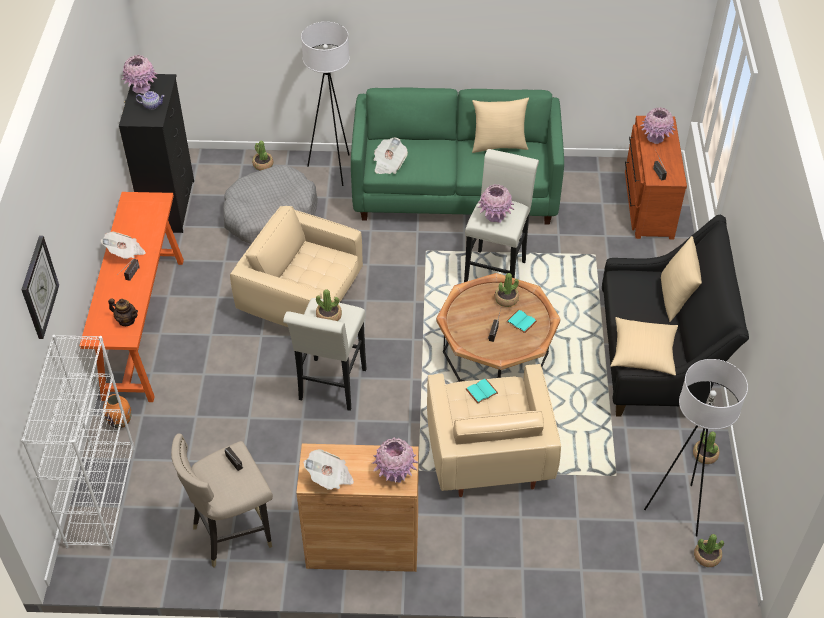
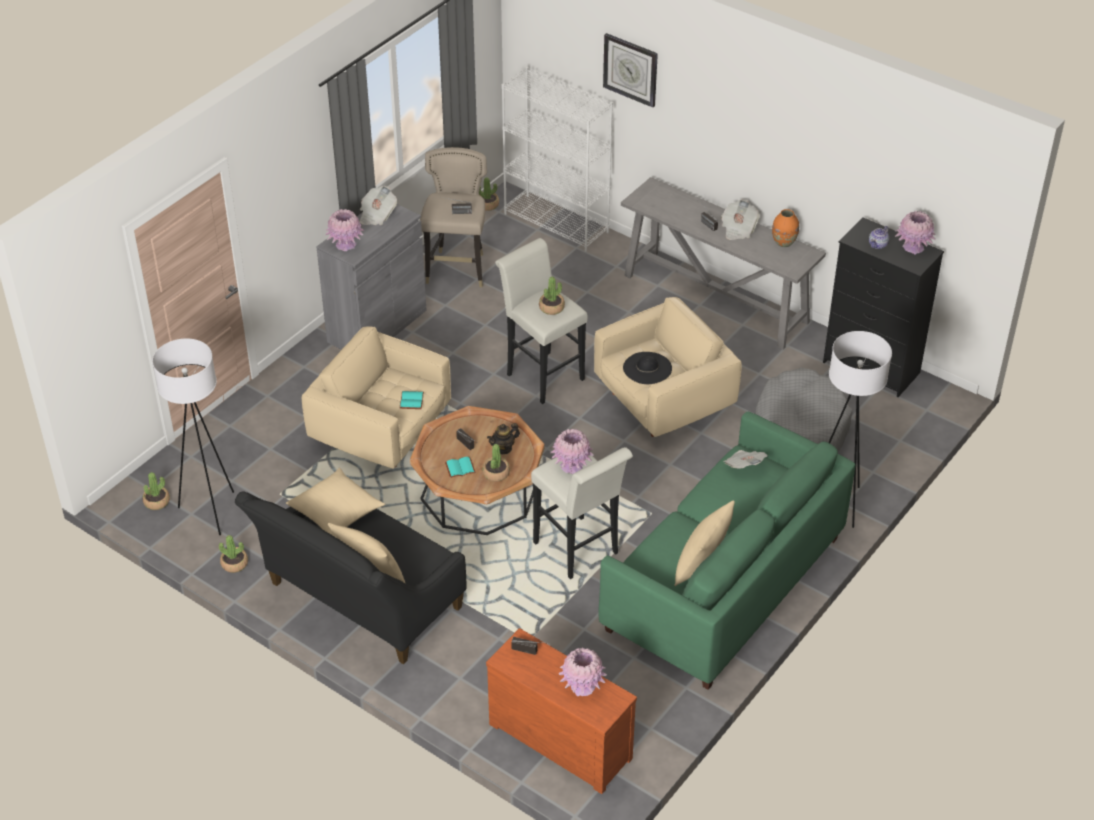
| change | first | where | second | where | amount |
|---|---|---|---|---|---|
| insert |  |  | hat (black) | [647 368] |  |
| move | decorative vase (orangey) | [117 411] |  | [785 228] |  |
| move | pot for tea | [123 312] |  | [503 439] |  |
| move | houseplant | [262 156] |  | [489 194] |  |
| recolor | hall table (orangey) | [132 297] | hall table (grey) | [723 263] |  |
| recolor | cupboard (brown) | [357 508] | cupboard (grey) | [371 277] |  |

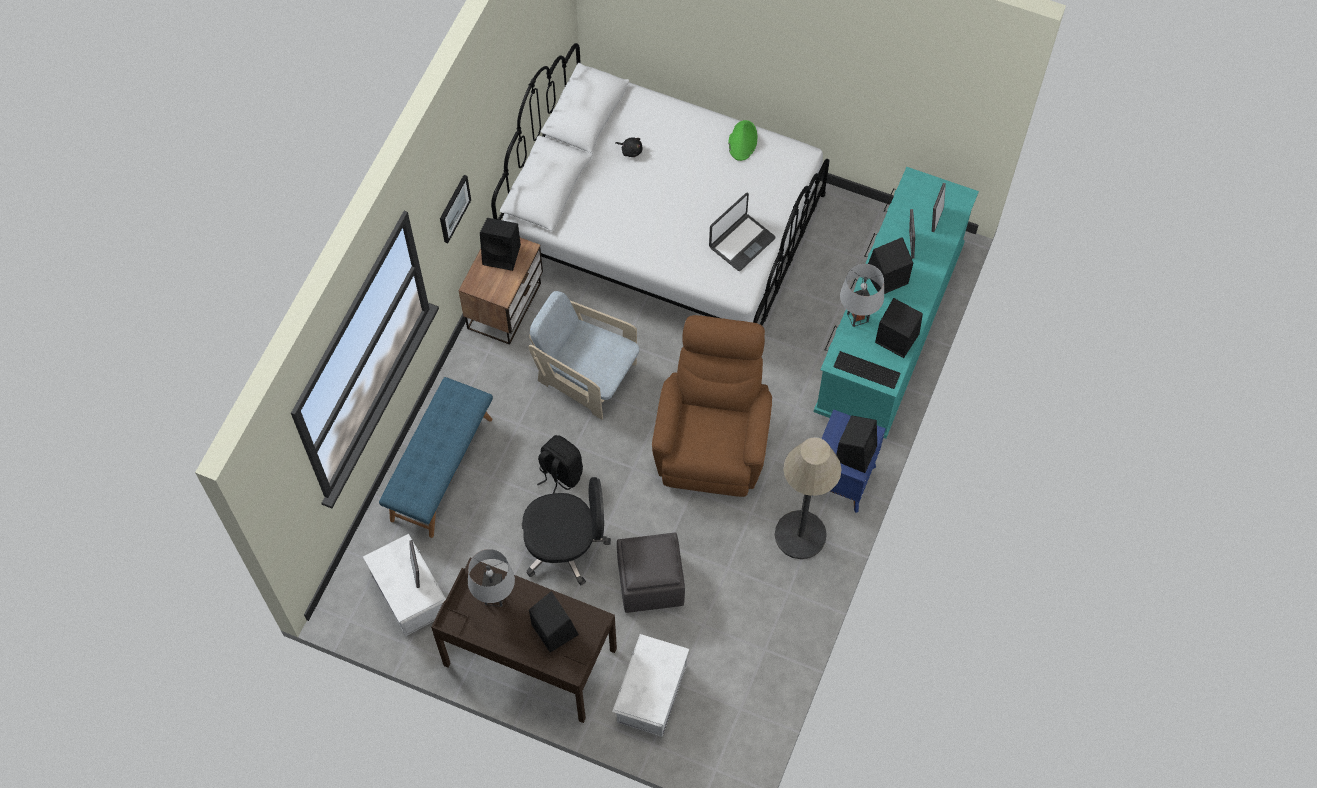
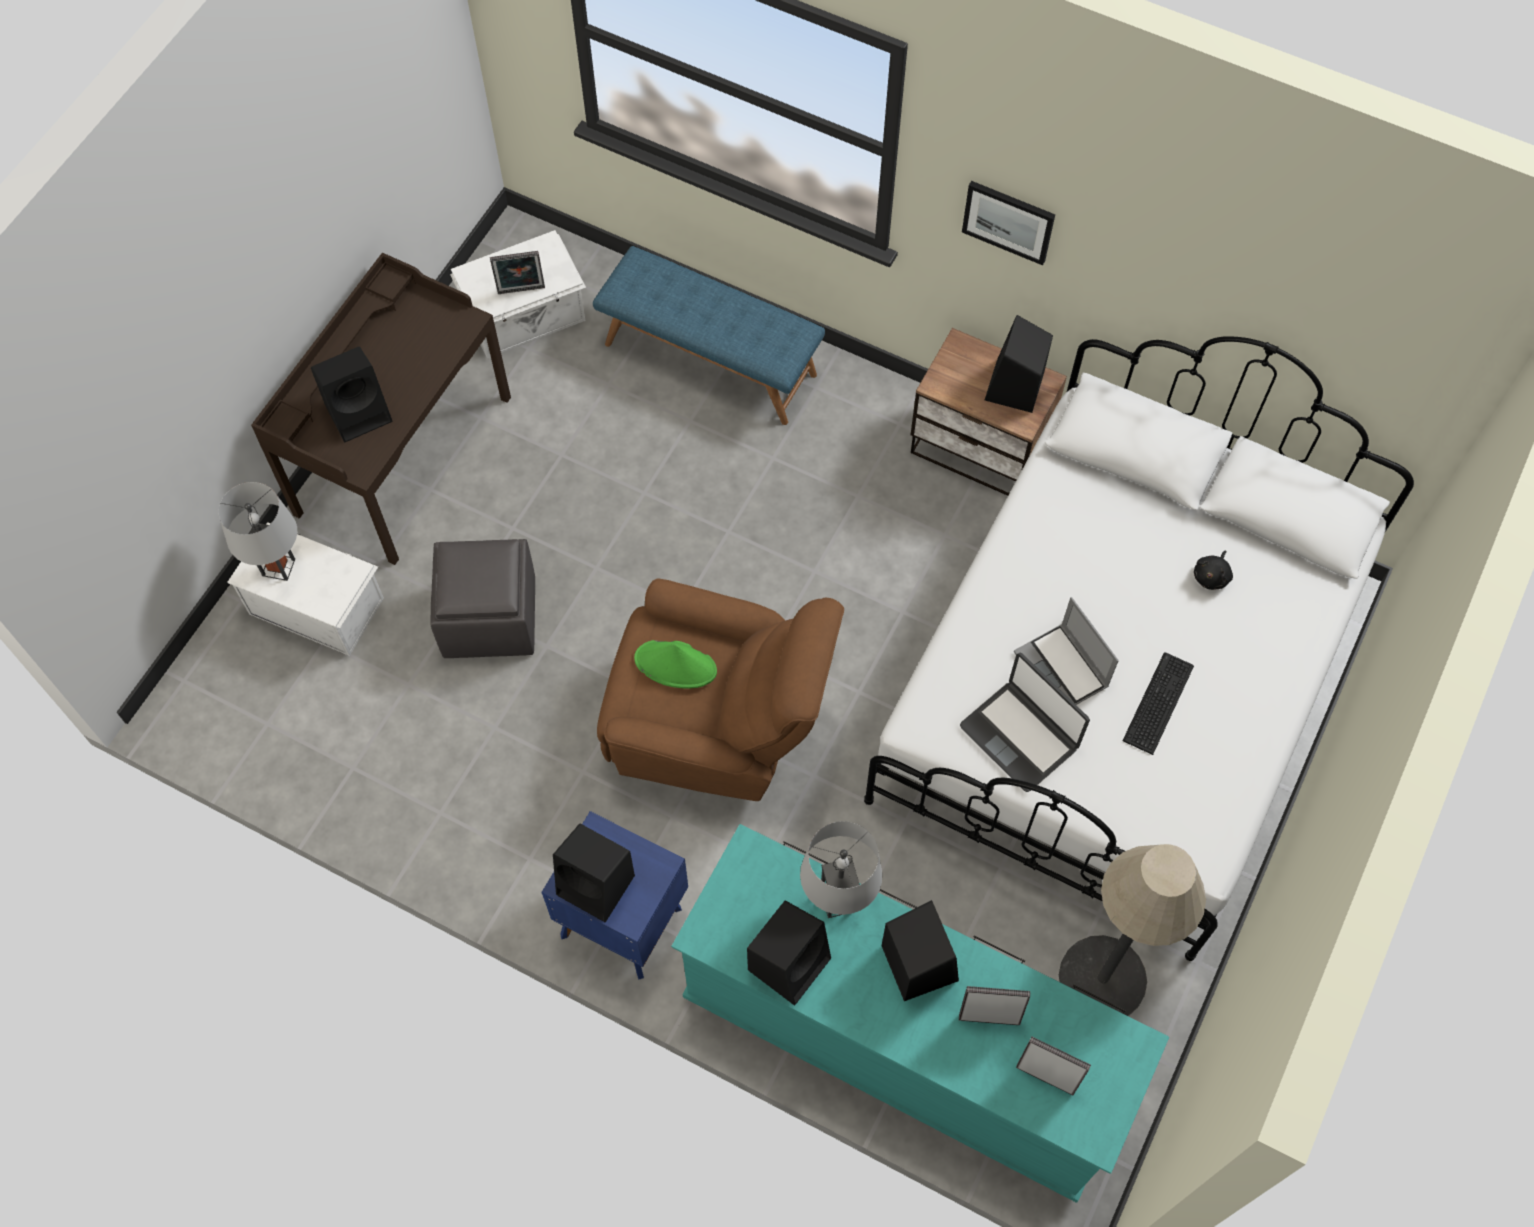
| change | first | where | second | where | amount |
|---|---|---|---|---|---|
| delete | desk chair (black) | [566 531] |  |  |  |
| delete | lounge chair (beige) | [583 355] |  |  |  |
| delete | rucksack (black) | [560 464] |  |  |  |
| insert |  |  | laptop | [1066 651] |  |
| move | tabletop lamp (grey) | [491 578] |  | [257 531] |  |
| move | hat (green-coloured) | [742 140] |  | [675 664] |  |
| move | floor lamp | [808 498] |  | [1132 930] |  |
| move | computer keyboard | [867 370] |  | [1158 703] |  |

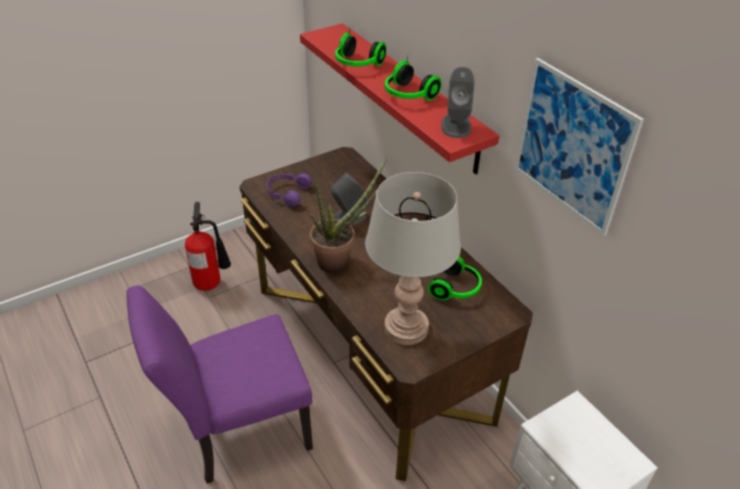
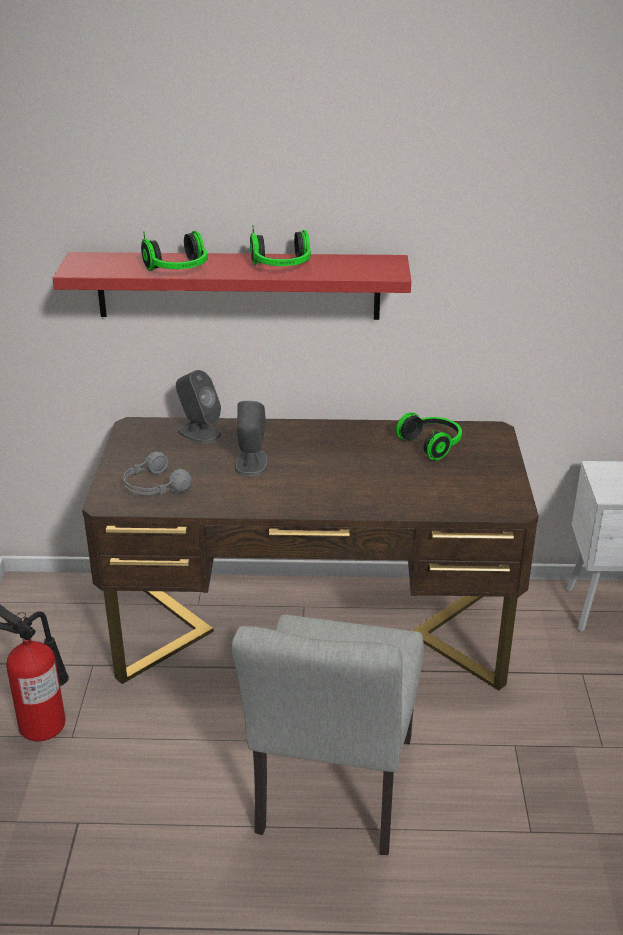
| change | first | where | second | where | amount |
|---|---|---|---|---|---|
| delete | houseplant | [348 215] |  |  |  |
| delete | tabletop lamp (grey) | [413 258] |  |  |  |
| delete | picture | [579 147] |  |  |  |
| move | speaker (grey) | [458 102] |  | [198 406] |  |
| recolor | upright chair (purple) | [219 384] | upright chair (grey) | [327 734] |  |
| recolor | headphones (purple) | [289 190] | headphones (grey) | [157 473] |  |

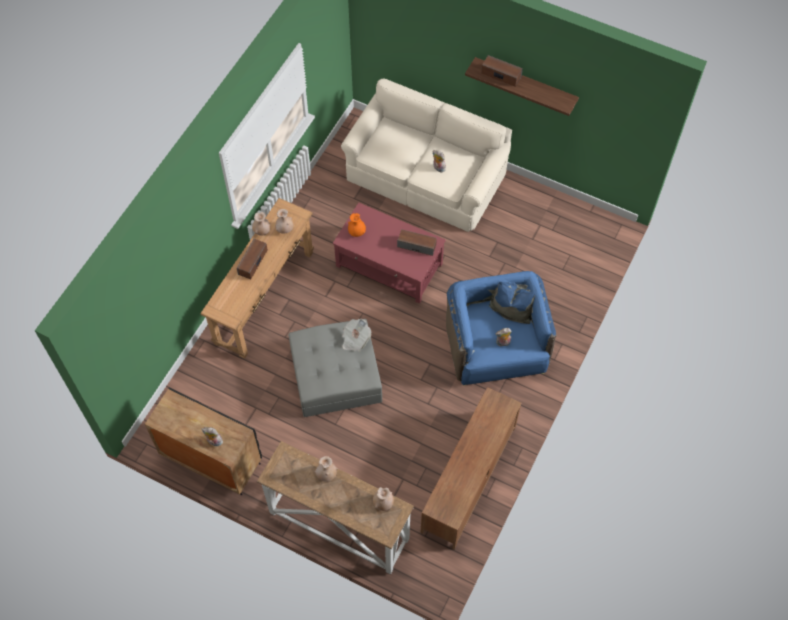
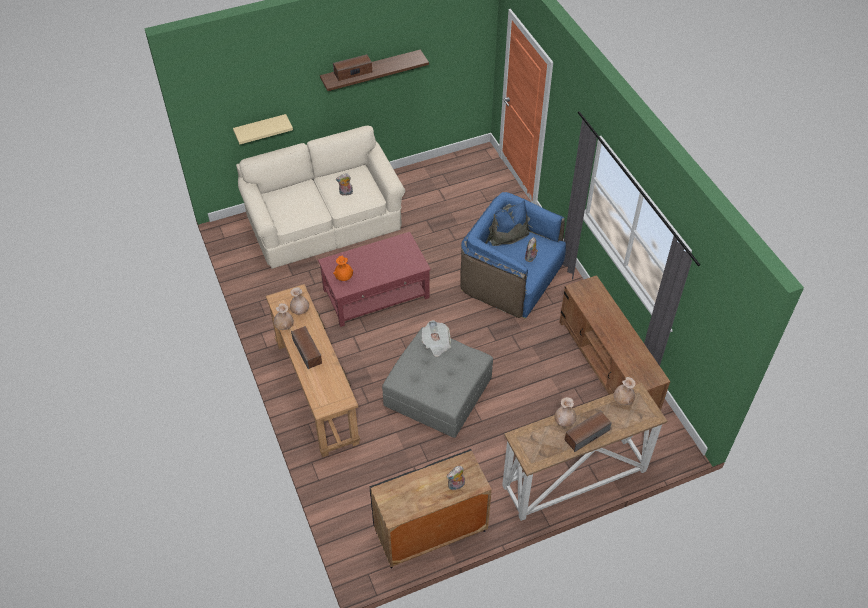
| change | first | where | second | where | amount |
|---|---|---|---|---|---|
| insert |  |  | shelf (beige) | [263 129] |  |
| move | speaker | [417 242] |  | [588 431] |  |

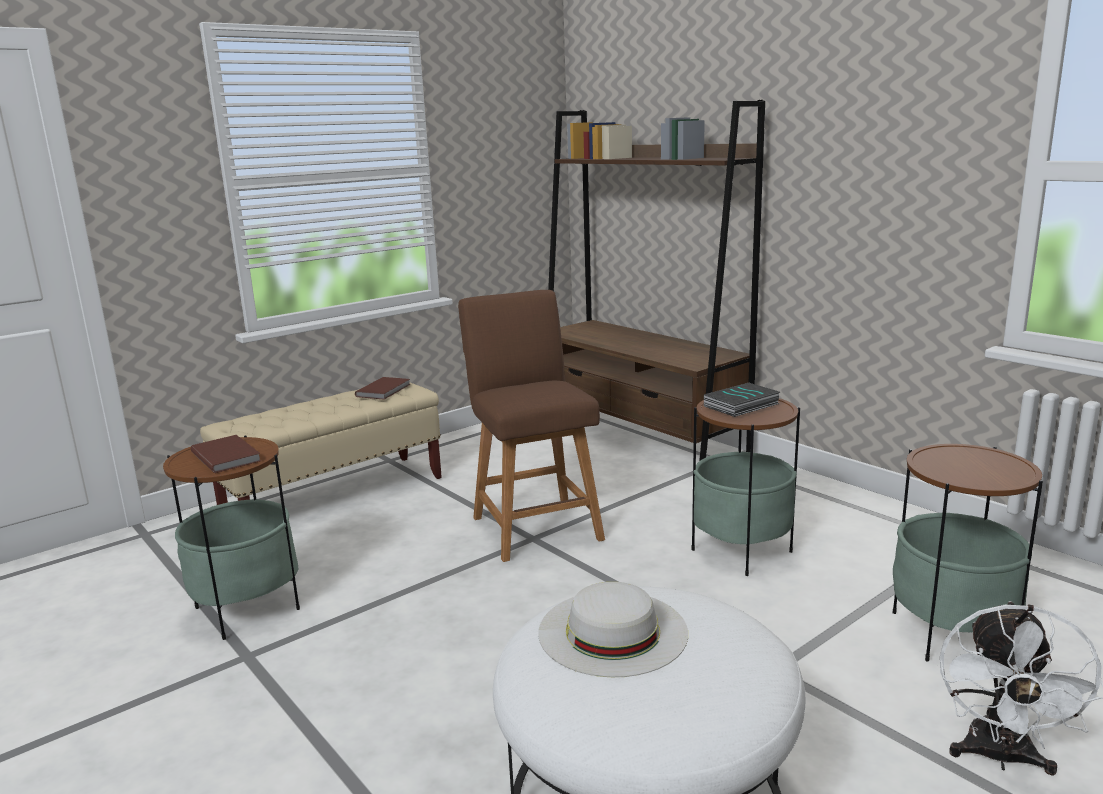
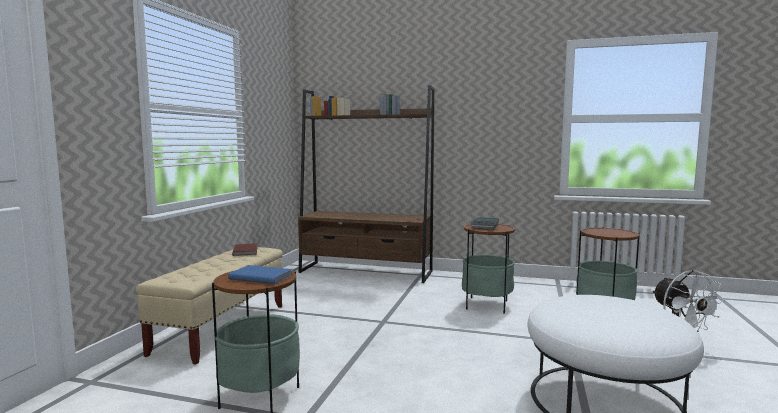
| change | first | where | second | where | amount |
|---|---|---|---|---|---|
| delete | stool (brown) | [531 426] |  |  |  |
| delete | hat (whitish) | [613 629] |  |  |  |
| recolor | volume (brown) | [226 454] | volume (blue-coloured) | [260 274] |  |

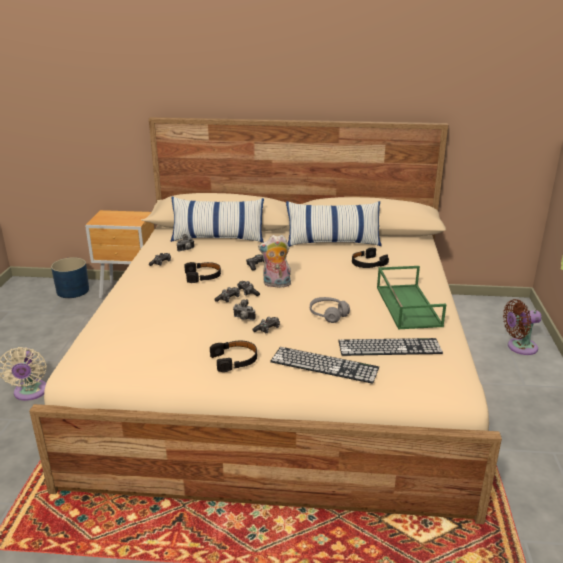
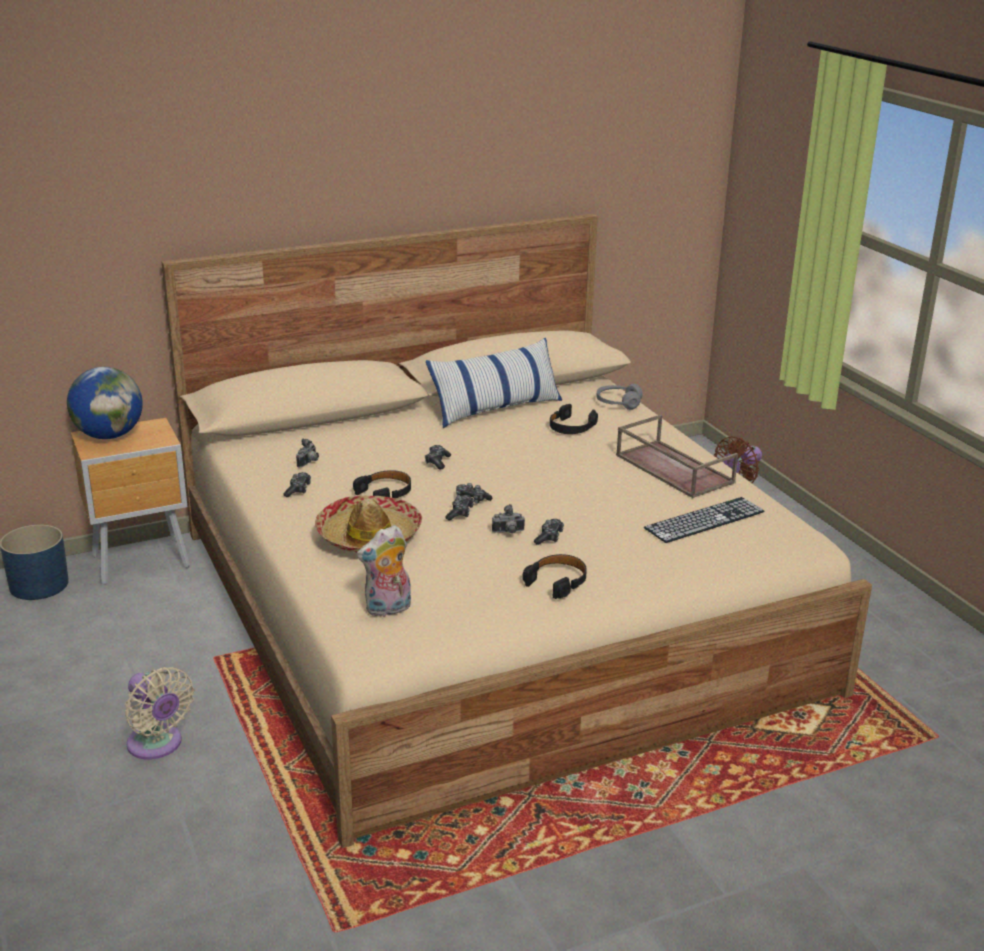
| change | first | where | second | where | amount |
|---|---|---|---|---|---|
| delete | throw pillow | [217 220] |  |  |  |
| delete | computer keyboard | [324 365] |  |  |  |
| insert |  |  | world globe | [105 403] |  |
| insert |  |  | hat | [368 524] |  |
| move | cuddly toy | [274 261] |  | [384 571] |  |
| move | headphones (grey) | [330 310] |  | [619 397] |  |
| recolor | serving tray (green-coloured) | [411 298] | serving tray (brown) | [677 456] |  |

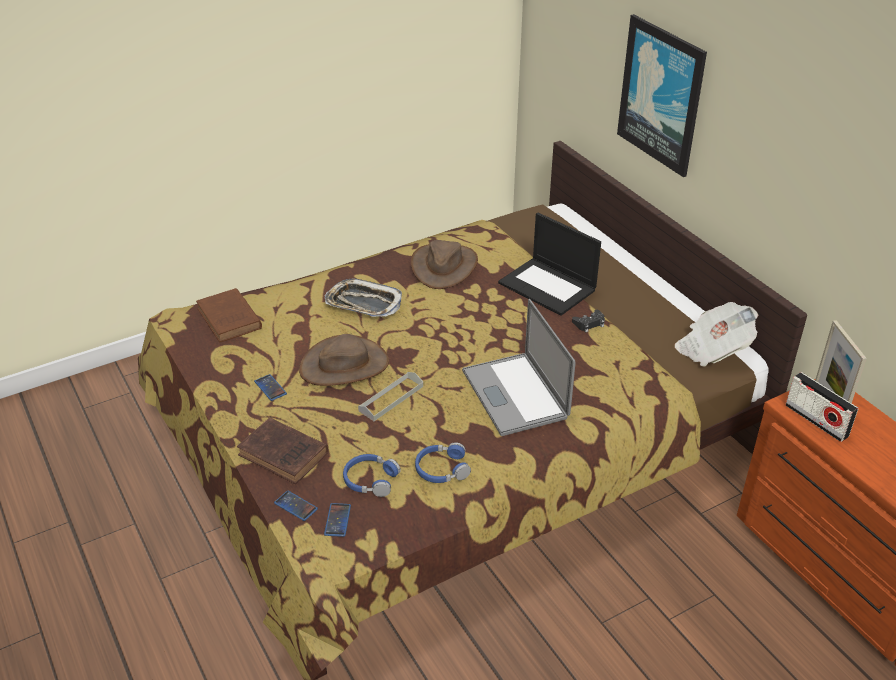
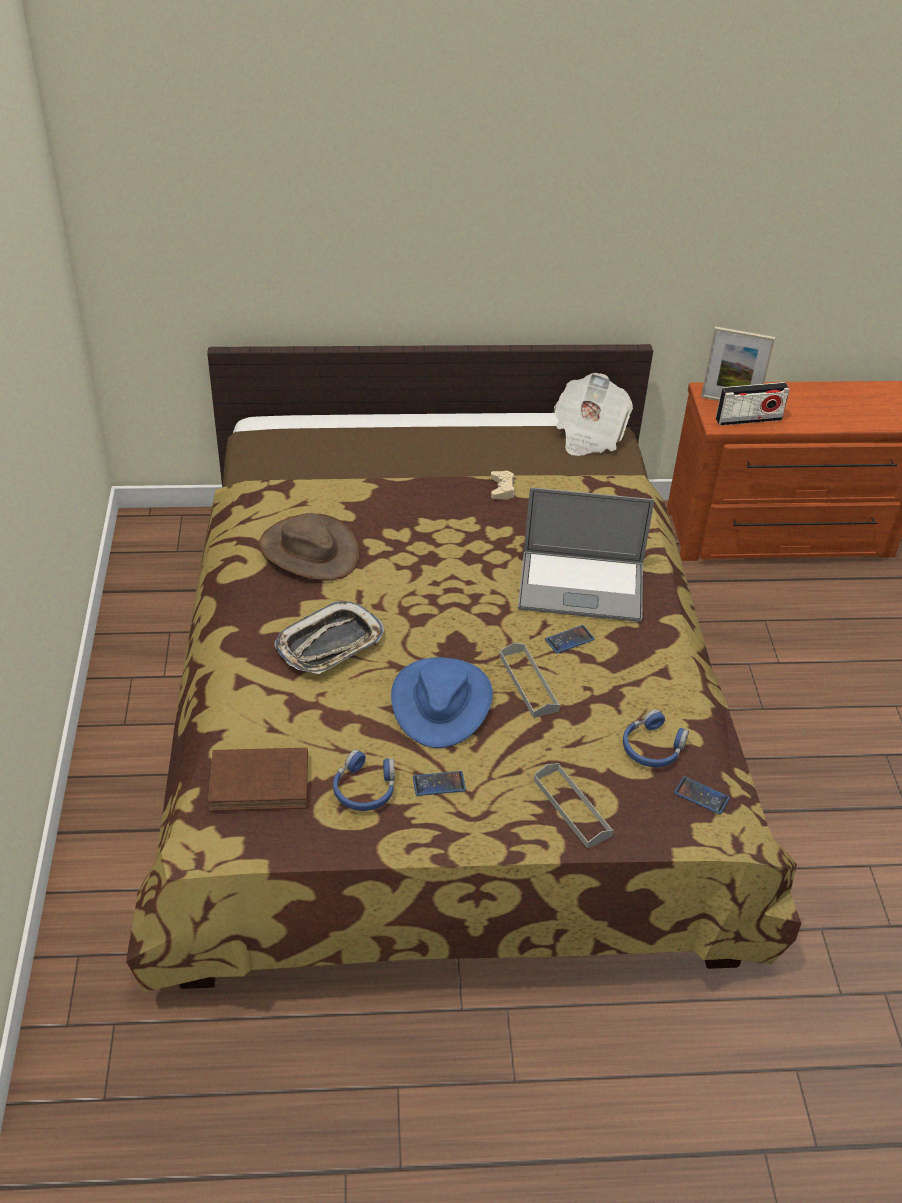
| change | first | where | second | where | amount |
|---|---|---|---|---|---|
| delete | laptop | [549 264] |  |  |  |
| delete | picture | [662 95] |  |  |  |
| move | handset | [296 506] |  | [570 639] |  |
| move | headphones (blue-coloured) | [443 462] |  | [364 780] |  |
| replace | volume (brown) | [282 450] | serving tray (grey) | [574 806] |  |
| recolor | hat (brown) | [344 360] | hat (blue-coloured) | [442 702] |  |
| recolor | gamepad (black) | [588 321] | gamepad (beige) | [503 485] |  |

